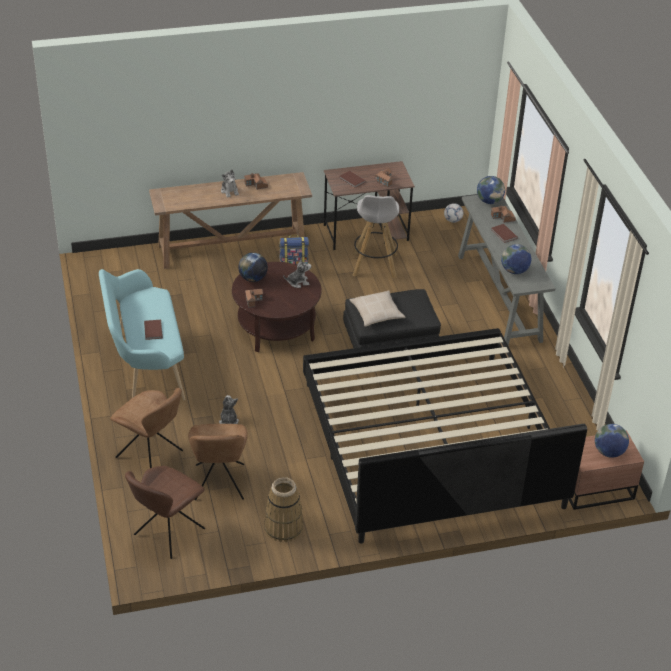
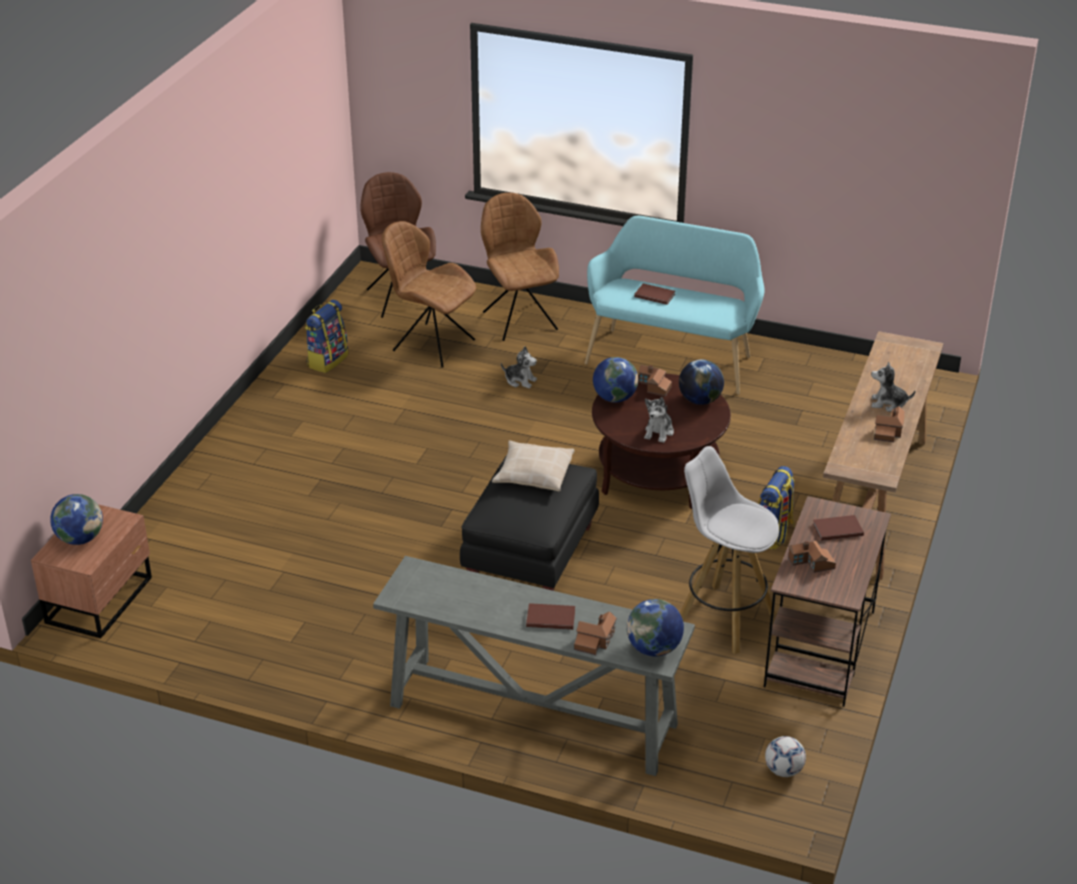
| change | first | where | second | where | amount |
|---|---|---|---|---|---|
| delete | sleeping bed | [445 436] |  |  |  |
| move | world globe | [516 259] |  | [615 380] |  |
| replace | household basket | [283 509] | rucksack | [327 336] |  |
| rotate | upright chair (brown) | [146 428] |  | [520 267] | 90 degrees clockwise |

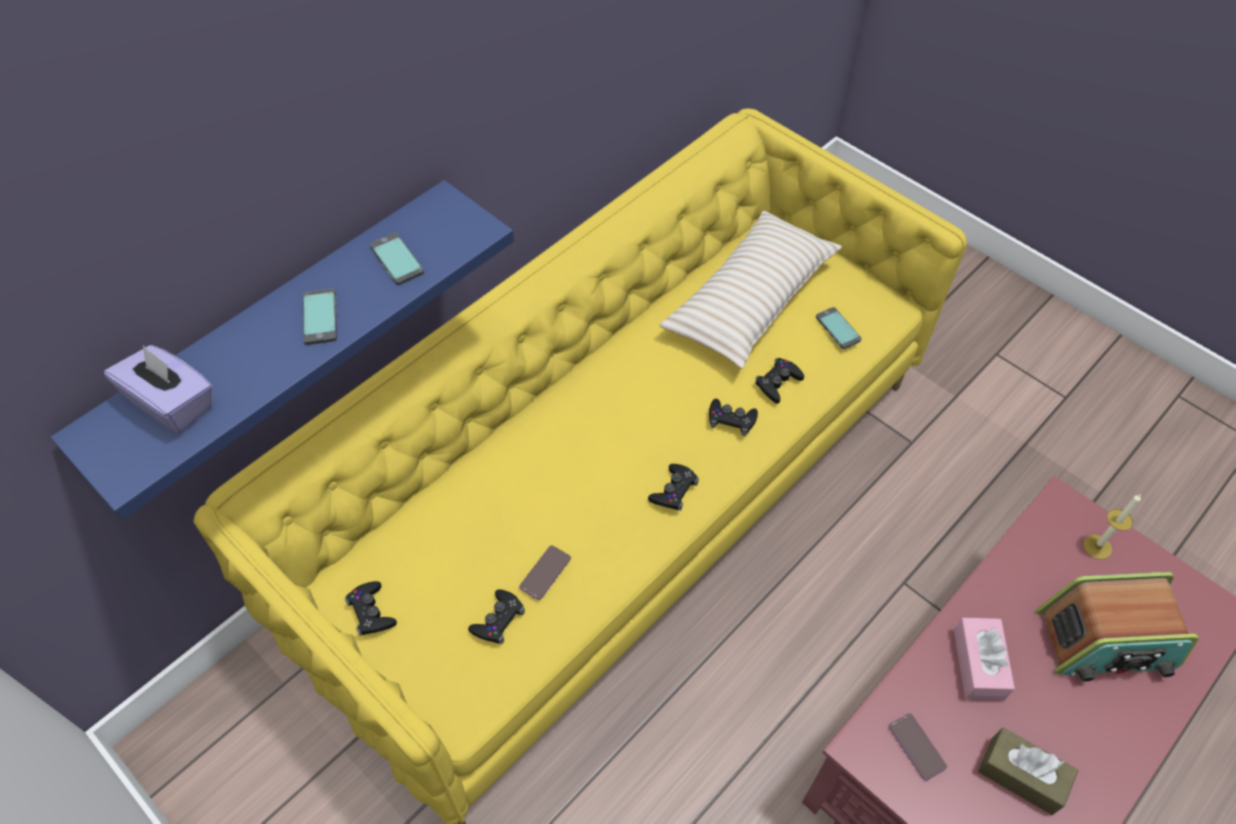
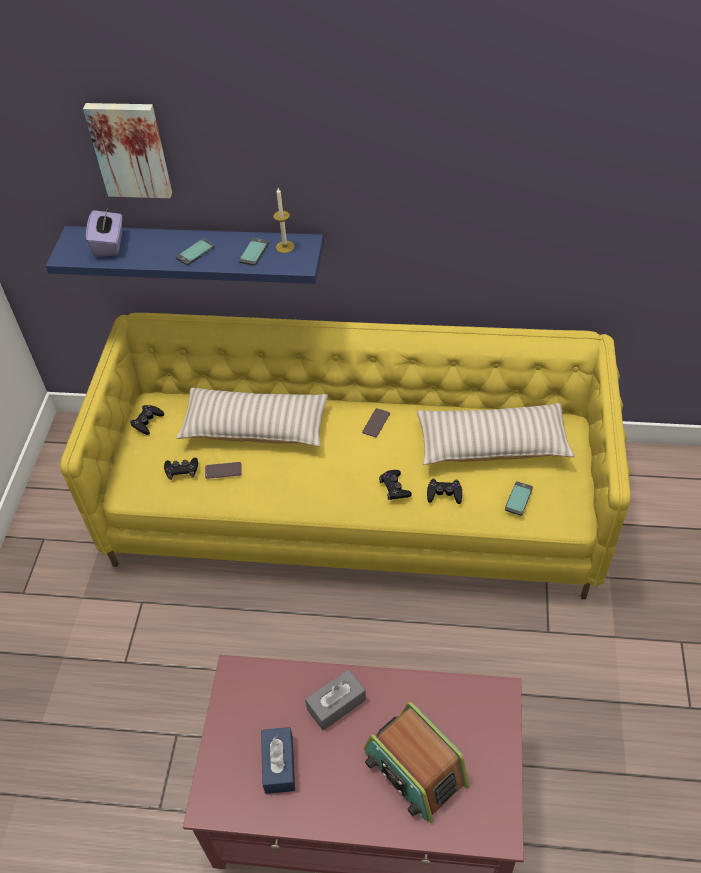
| change | first | where | second | where | amount |
|---|---|---|---|---|---|
| delete | gamepad (black) | [673 487] |  |  |  |
| insert |  |  | picture | [127 150] |  |
| insert |  |  | throw pillow (beige) | [252 417] |  |
| move | handset | [917 747] |  | [376 422] |  |
| move | wax candle | [1112 526] |  | [283 220] |  |
| recolor | box of tissues (pink-coloured) | [984 659] | box of tissues (grey) | [335 699] |  |
| recolor | box of tissues (brown) | [1028 771] | box of tissues (blue-coloured) | [278 760] |  |

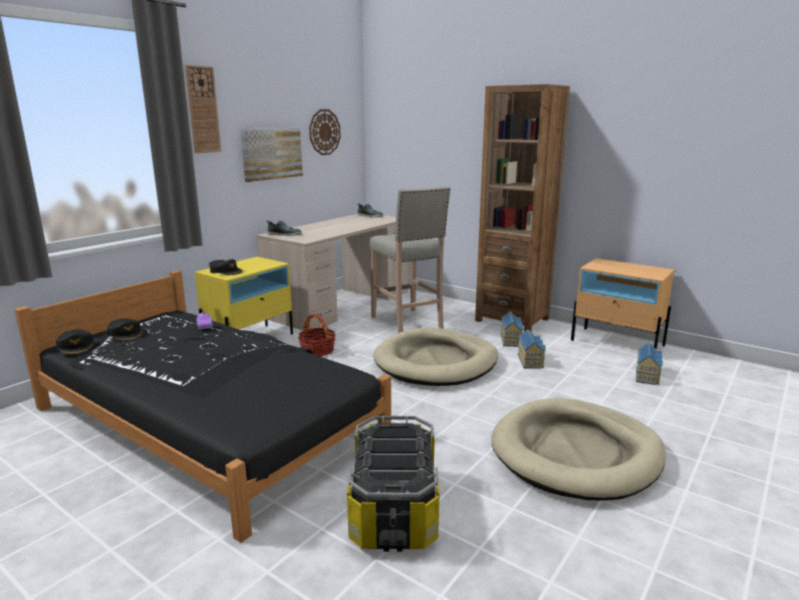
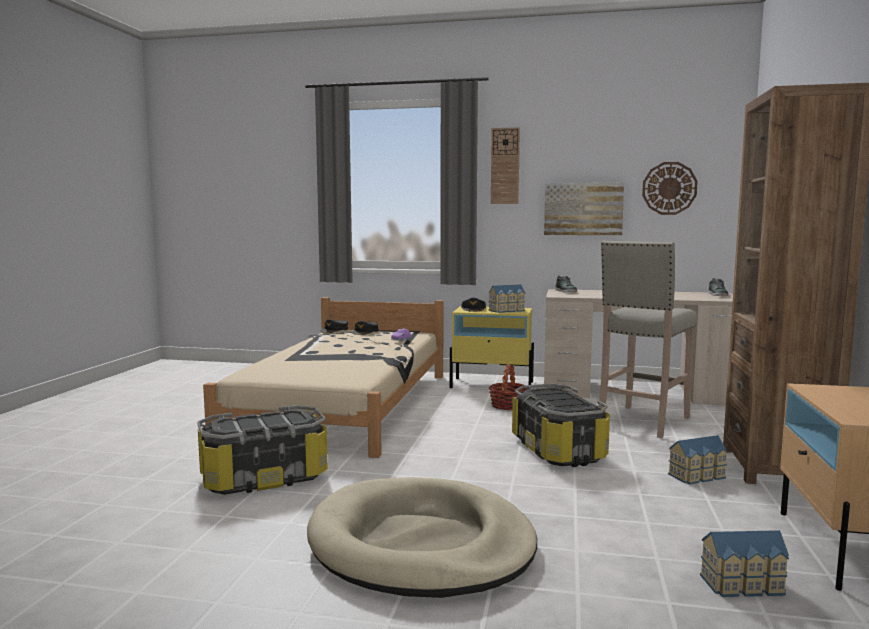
| change | first | where | second | where | amount |
|---|---|---|---|---|---|
| move | miniature house | [532 349] |  | [507 298] |  |
| replace | dog cushion (beige) | [435 356] | storage box | [561 425] |  |
| recolor | sleeping bed (black) | [203 406] | sleeping bed (beige) | [323 377] |  |

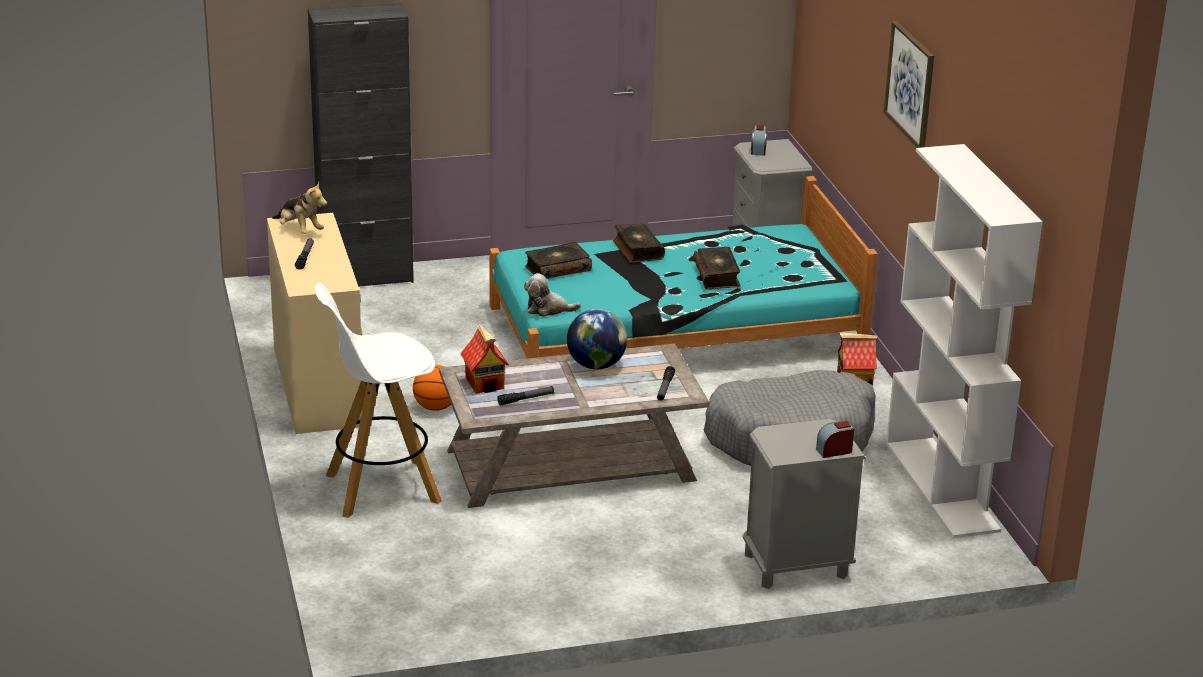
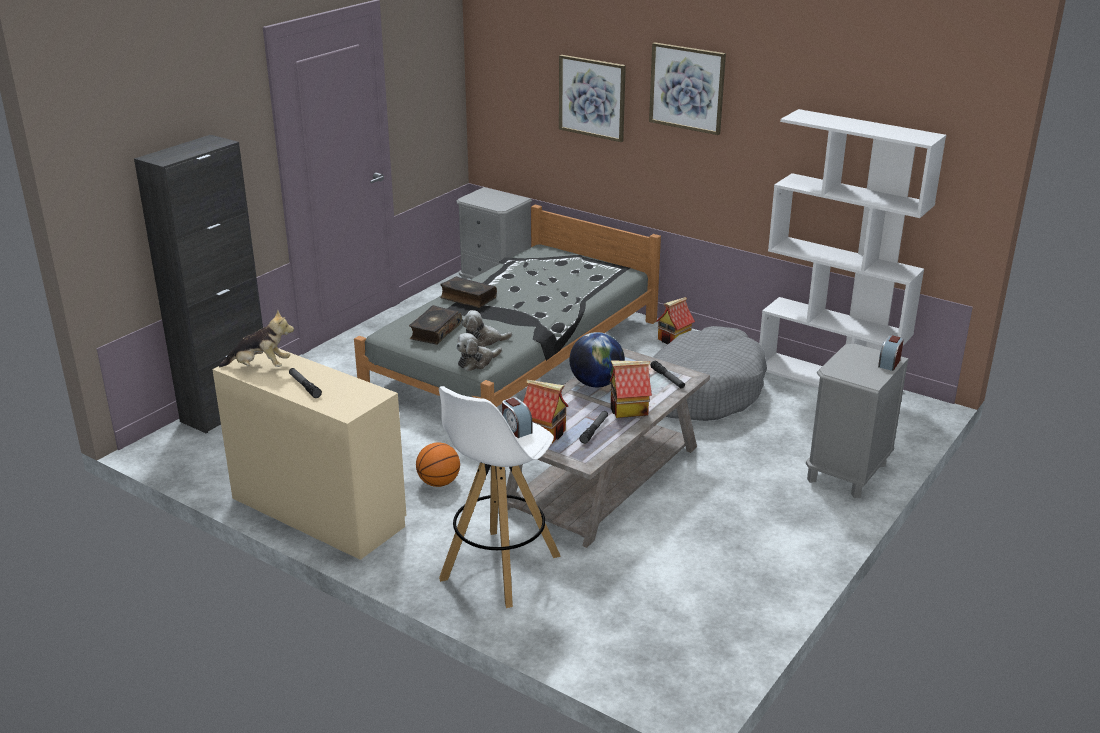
| change | first | where | second | where | amount |
|---|---|---|---|---|---|
| delete | volume | [717 268] |  |  |  |
| insert |  |  | cuddly toy | [486 328] |  |
| insert |  |  | picture | [592 98] |  |
| insert |  |  | miniature house | [631 389] |  |
| move | alarm clock | [759 140] |  | [517 417] |  |
| recolor | sleeping bed (turquoise) | [683 267] | sleeping bed (grey) | [507 306] |  |

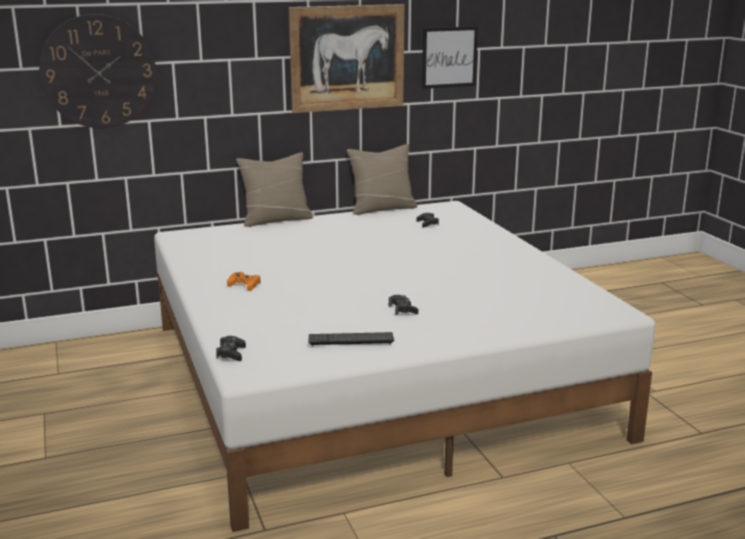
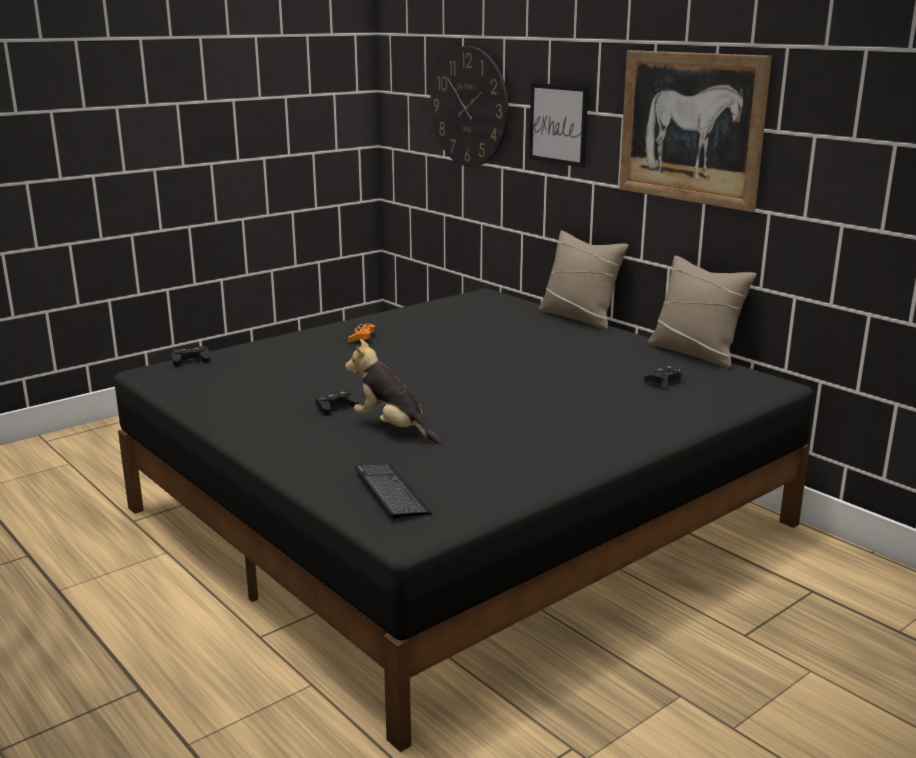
| change | first | where | second | where | amount |
|---|---|---|---|---|---|
| insert |  |  | cuddly toy | [393 391] |  |
| move | computer keyboard | [351 339] |  | [393 492] |  |
| move | picture | [450 57] |  | [558 125] |  |
| recolor | sleeping bed (whitish) | [404 366] | sleeping bed (black) | [463 520] |  |

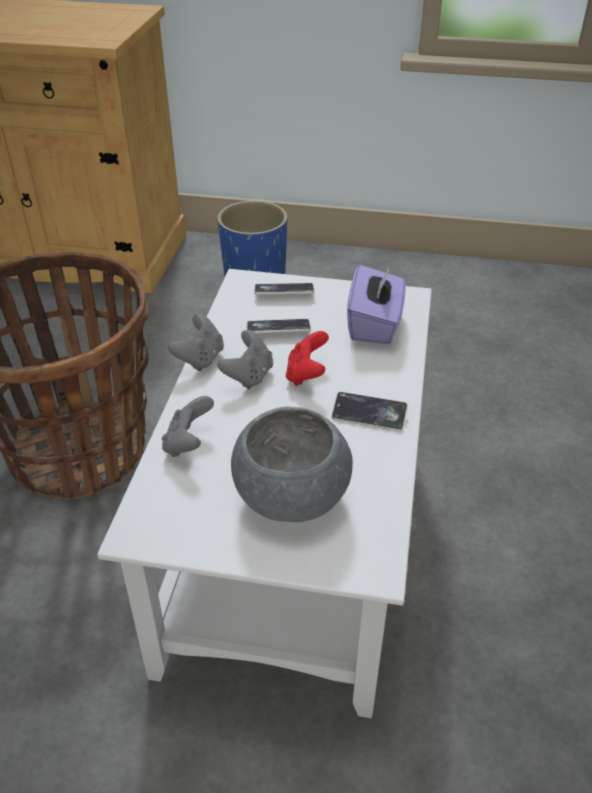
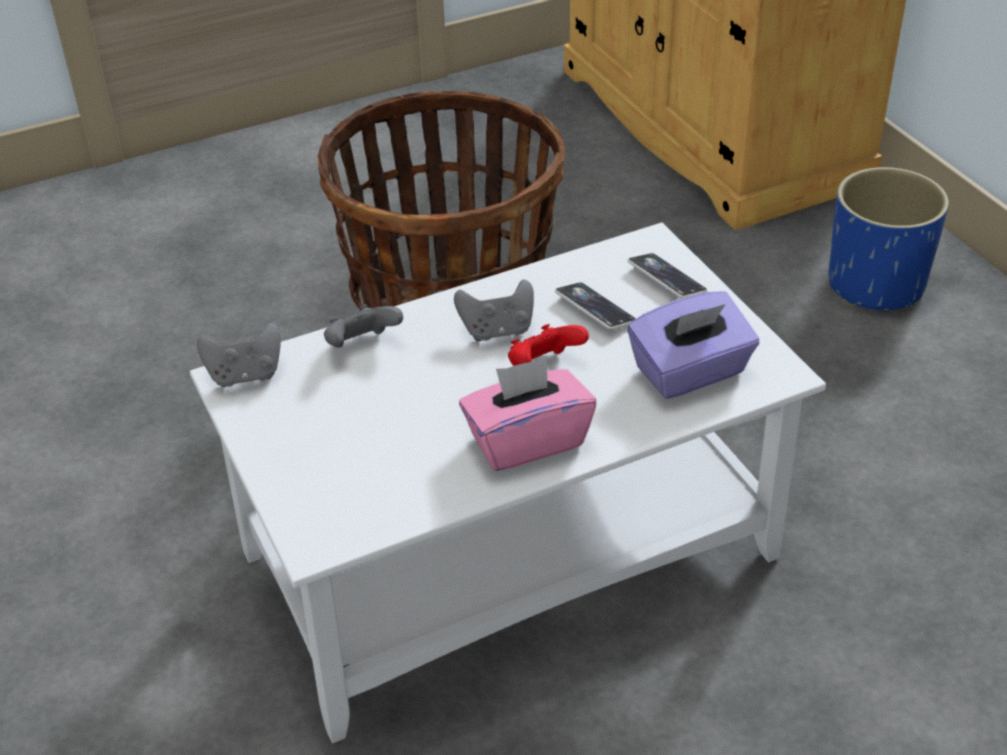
| change | first | where | second | where | amount |
|---|---|---|---|---|---|
| delete | deep dish (grey) | [292 464] |  |  |  |
| move | gamepad (grey) | [196 343] |  | [239 355] |  |
| replace | handset | [369 411] | box of tissues (pink-coloured) | [527 414] |  |

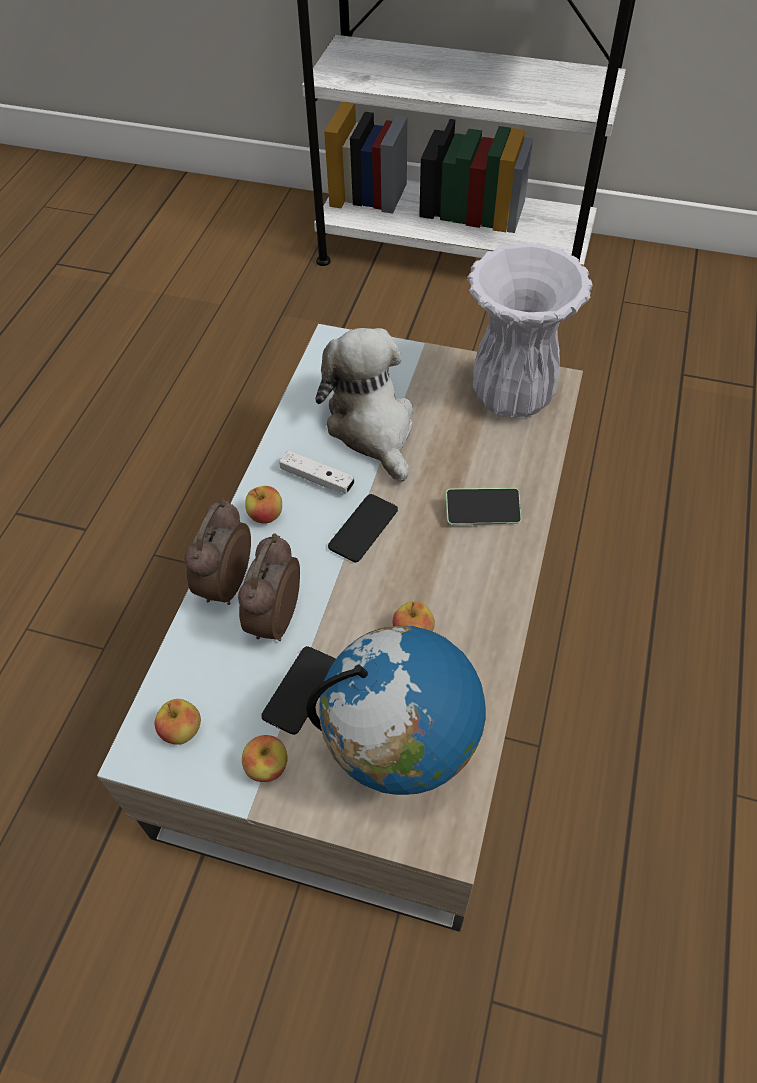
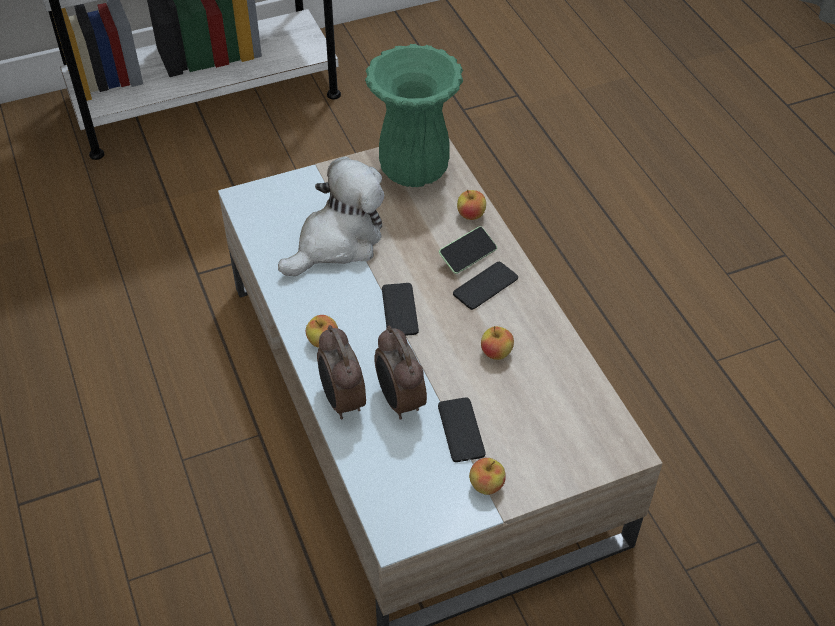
| change | first | where | second | where | amount |
|---|---|---|---|---|---|
| delete | gamepad (whitish) | [317 472] |  |  |  |
| delete | world globe | [395 710] |  |  |  |
| insert |  |  | handset | [485 285] |  |
| move | apple fruit | [178 722] |  | [471 205] |  |
| recolor | decorative vase (whitish) | [530 330] | decorative vase (green-coloured) | [414 115] |  |
| rotate | cuddly toy | [364 405] |  | [331 216] | 105 degrees clockwise |

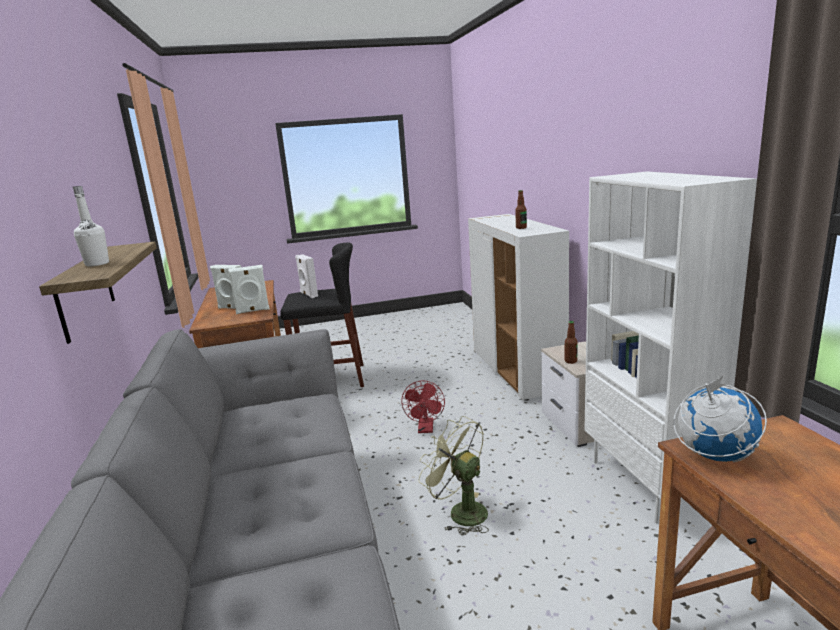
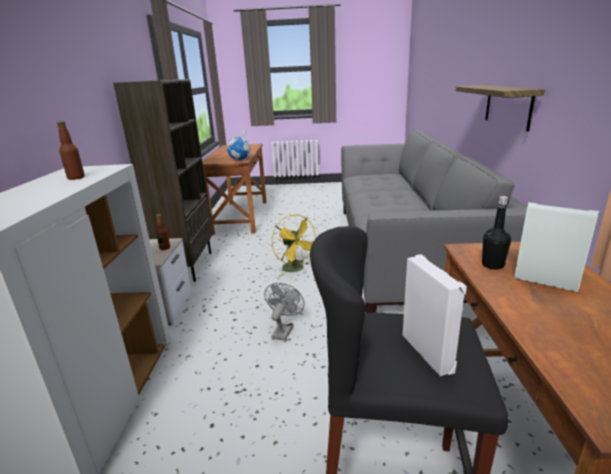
| change | first | where | second | where | amount |
|---|---|---|---|---|---|
| delete | bottle (whitish) | [91 226] |  |  |  |
| replace | speaker (whitish) | [249 289] | bottle (black) | [496 233] |  |
| recolor | cooling fan (red) | [423 406] | cooling fan (grey) | [284 312] |  |
| recolor | cooling fan (green-coloured) | [453 476] | cooling fan (yellow) | [295 245] |  |
| recolor | shelving unit (whitish) | [670 348] | shelving unit (brown) | [163 180] |  |

